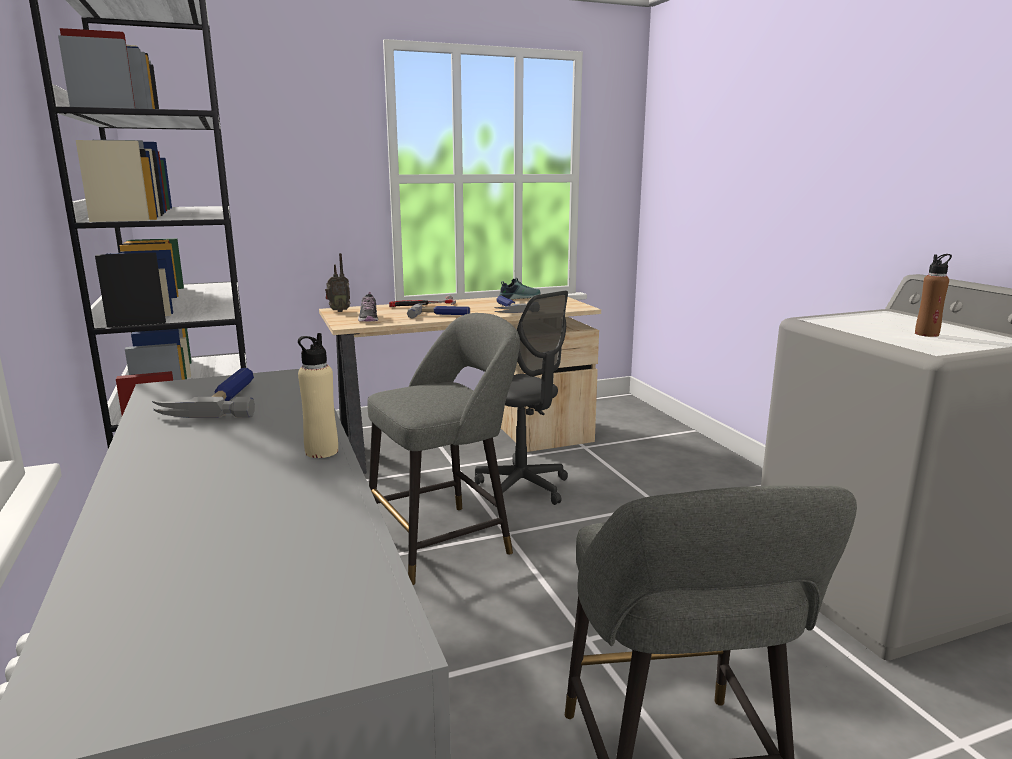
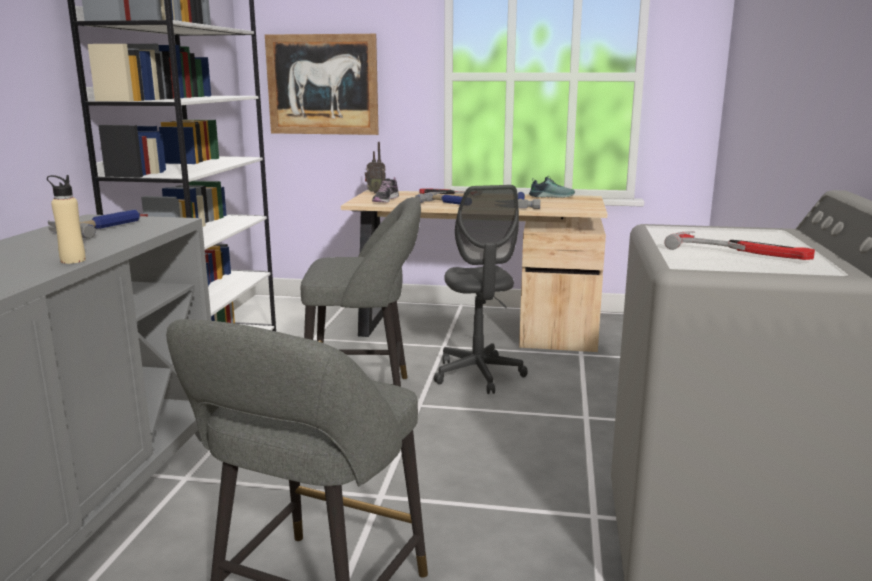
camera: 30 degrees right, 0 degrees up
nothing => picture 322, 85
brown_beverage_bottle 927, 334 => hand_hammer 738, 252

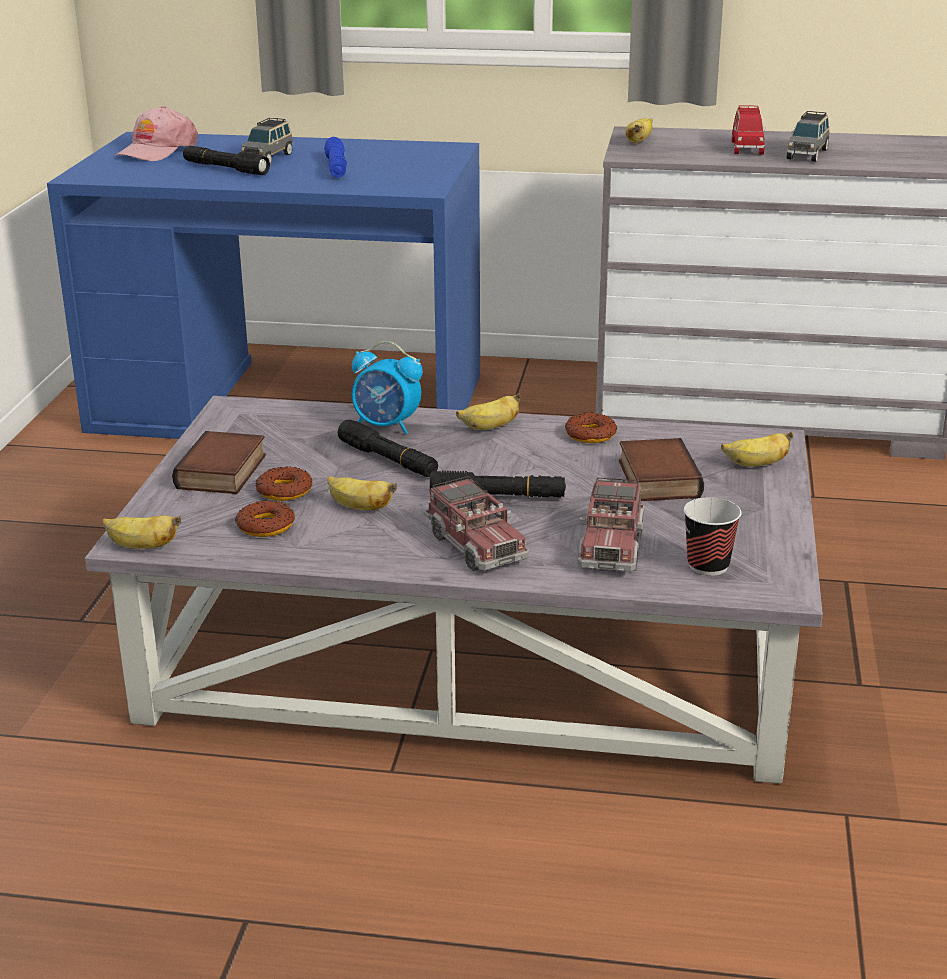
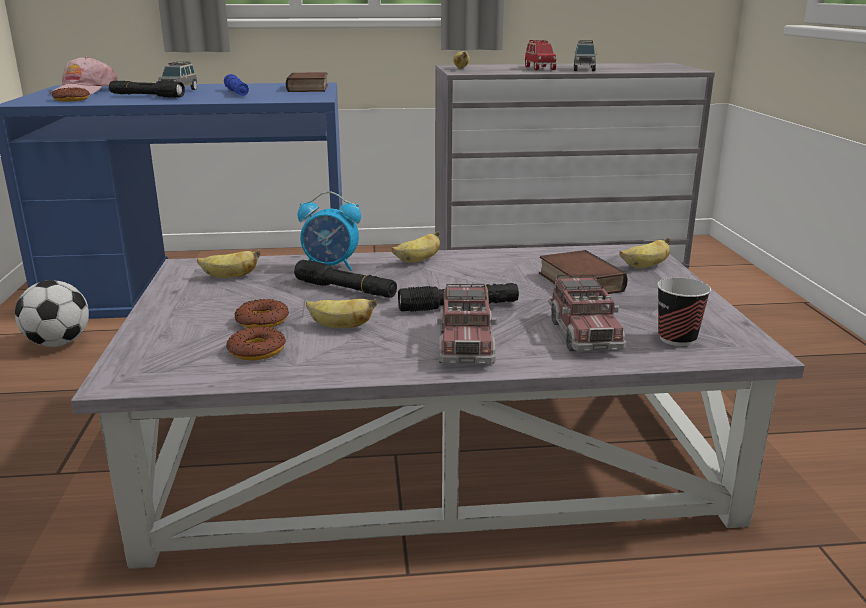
camera: 15 degrees left, 5 degrees down
nothing => football_ball 58, 343
whole_banana 141, 546 => whole_banana 229, 277, move
book 223, 473 => book 309, 88, move
doughnut 590, 435 => doughnut 71, 99, move
model_truck 476, 545 => model_truck 465, 345, 45 degrees clockwise

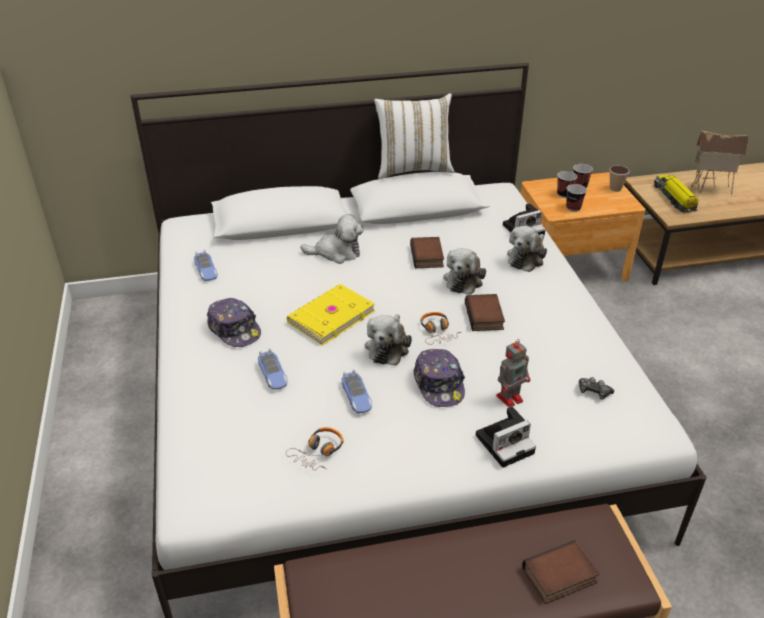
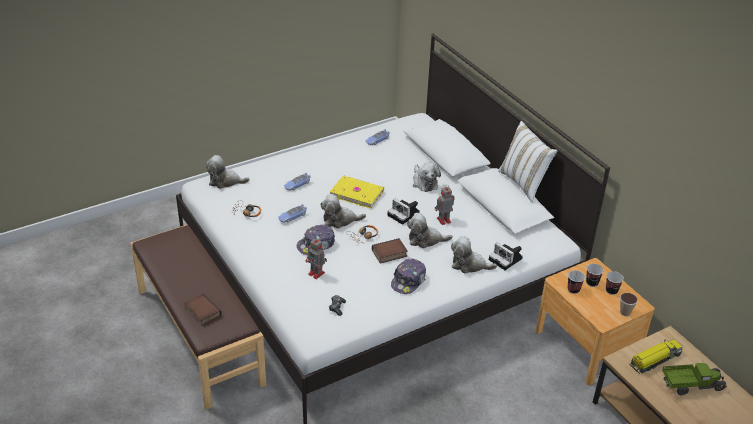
camera: 70 degrees right, 0 degrees up
nothing => plush_toy 225, 181
baseball_cap 234, 329 => baseball_cap 408, 281, move
photo_camera 506, 443 => photo_camera 404, 214, move
book 428, 257 => toy_robot 443, 220
model_house 710, 190 => model_truck 691, 385

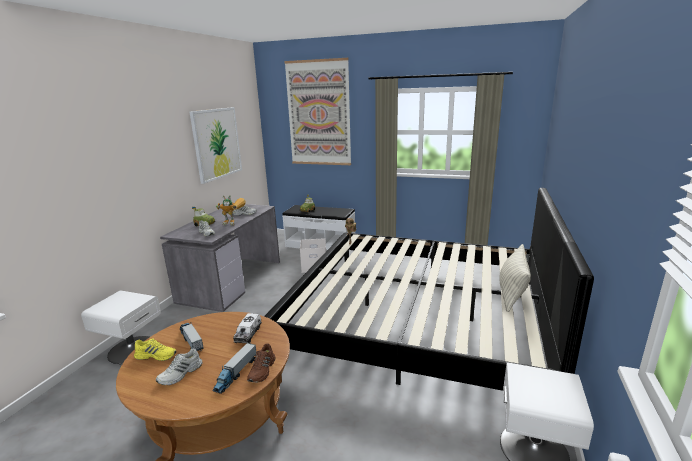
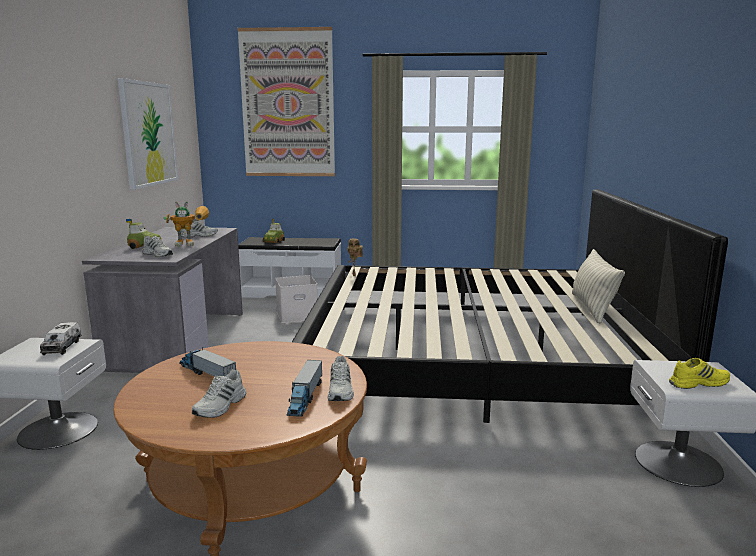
camera: 15 degrees left, 5 degrees down
yellowish_shoe 156, 355 => yellowish_shoe 698, 383, move
model_truck 248, 334 => model_truck 62, 347, move
brown_shoe 262, 370 => white_shoe 341, 391

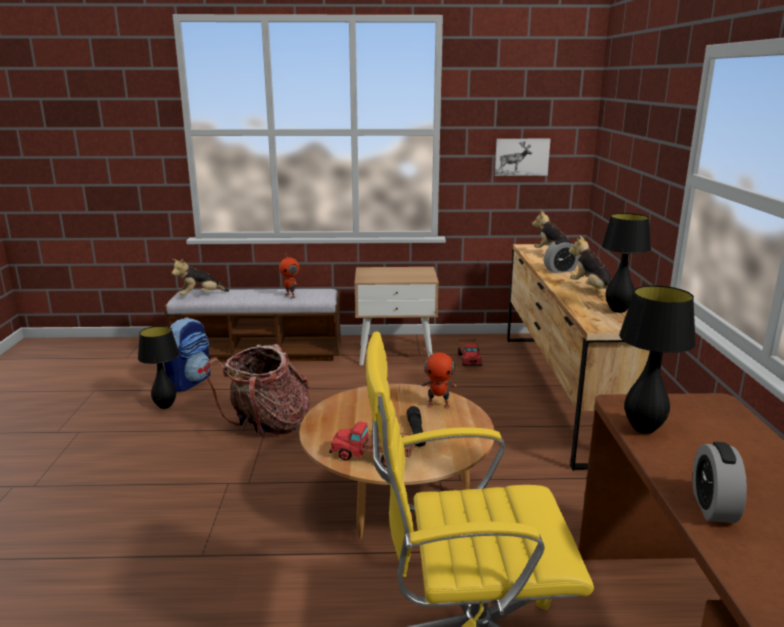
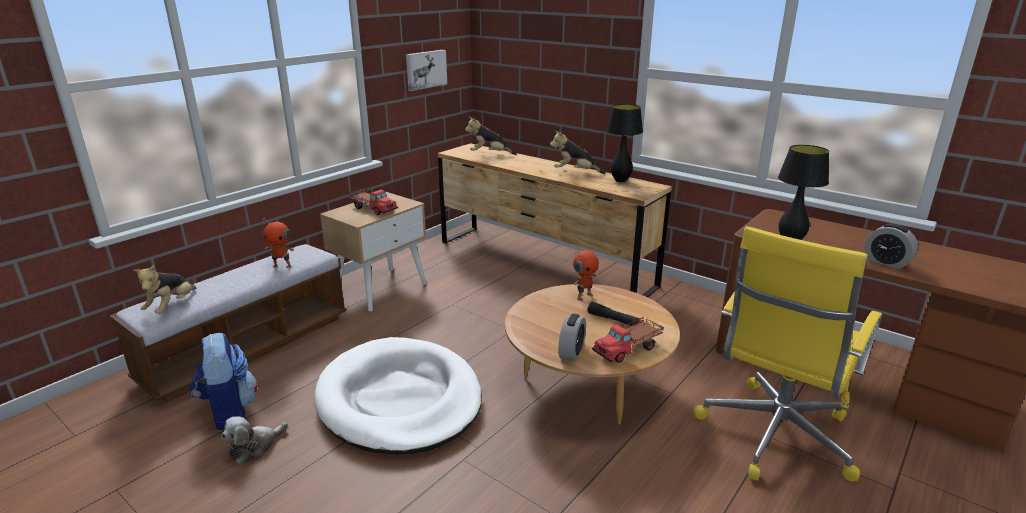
camera: 50 degrees left, 5 degrees up
model_truck 470, 359 => model_truck 373, 208, move
bedside_clock 560, 270 => bedside_clock 571, 352, move
blackish_table_lamp 165, 406 => plush_toy 255, 447
knapsack 267, 427 => white_dog_bed 400, 400

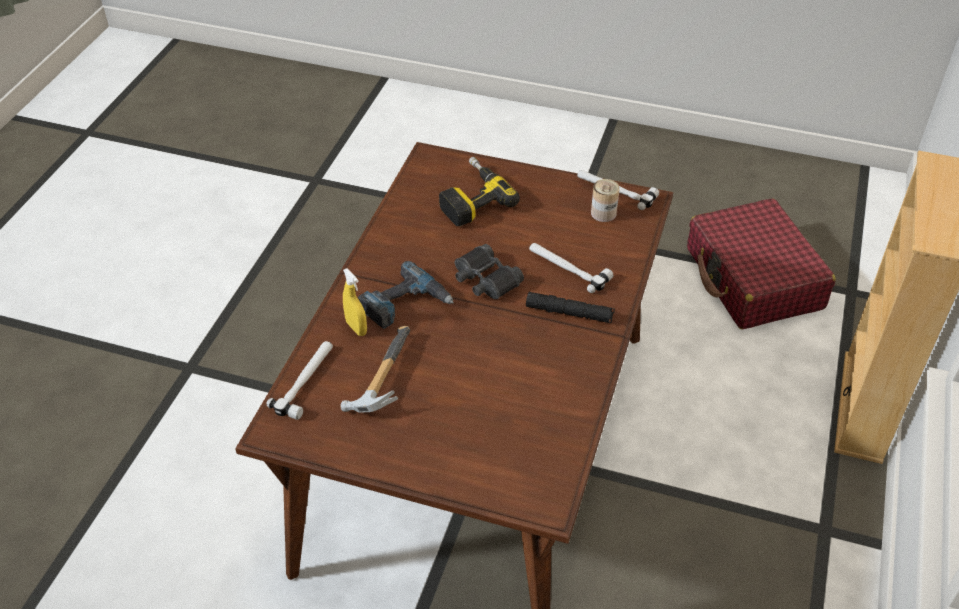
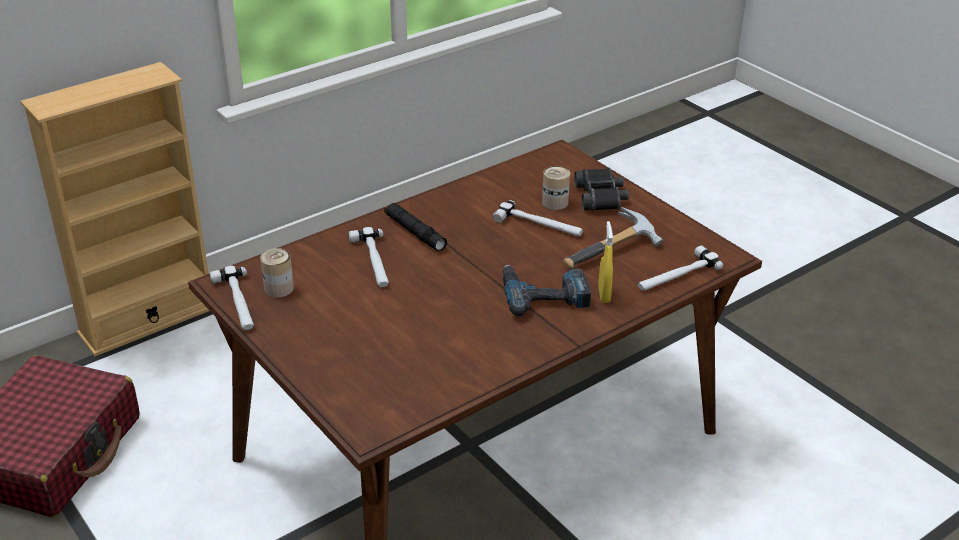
camera: 145 degrees left, 10 degrees down
drill 470, 198 => nothing
nothing => hand_hammer 539, 225
nothing => metal_can 555, 202
blackish_field_glasses 485, 280 => blackish_field_glasses 601, 197, move

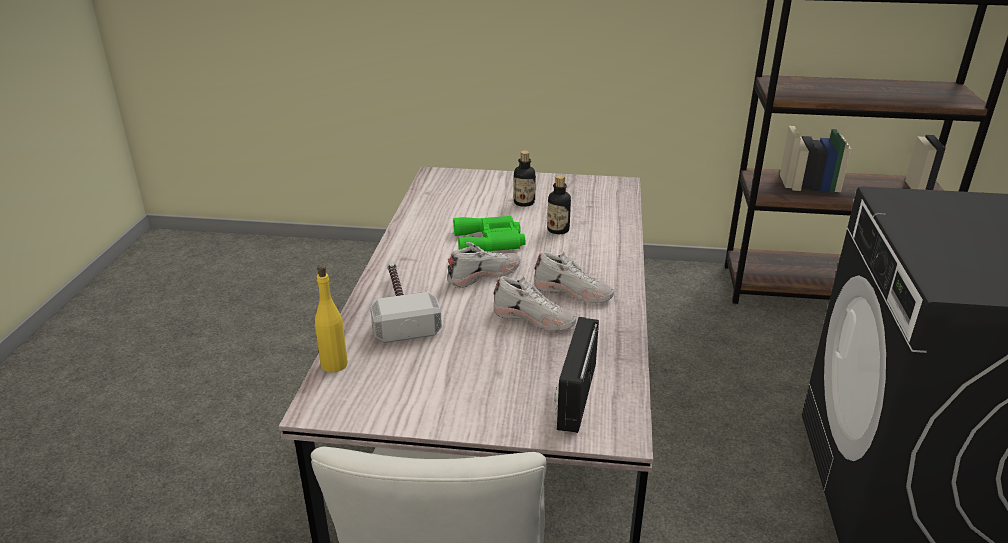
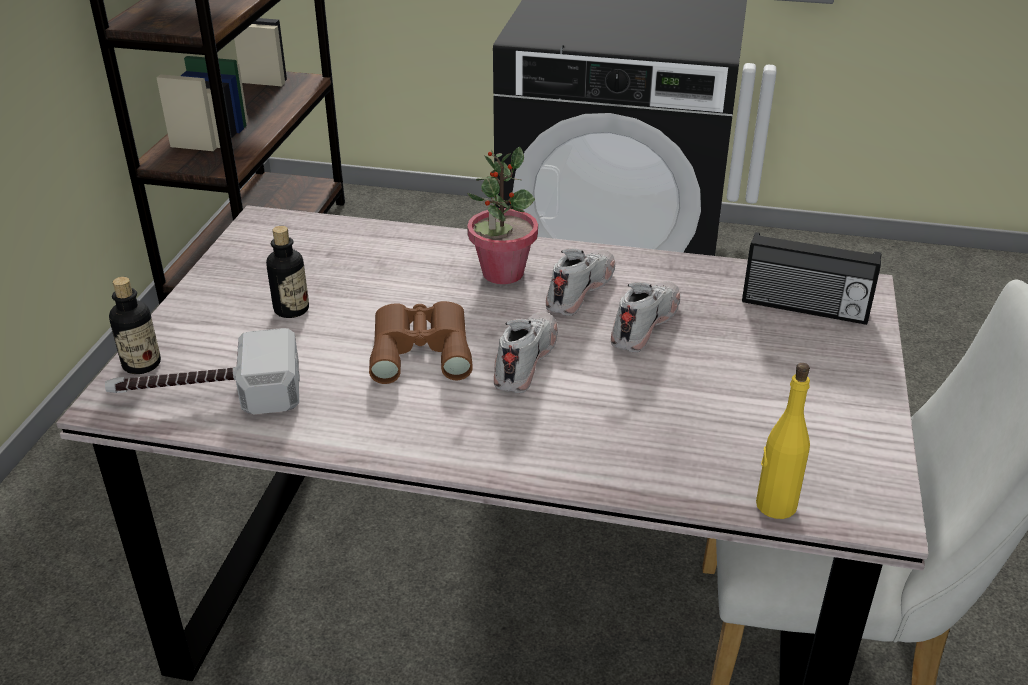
camera: 85 degrees left, 5 degrees up
nothing => plant_in_a_pot 502, 273
hand_hammer 400, 307 => hand_hammer 207, 395, move
beverage_bottle 558, 230 => beverage_bottle 141, 364, move
greenish_field_glasses 491, 242 => brown_field_glasses 421, 348
white_shoe 483, 274 => white_shoe 524, 359, 45 degrees clockwise

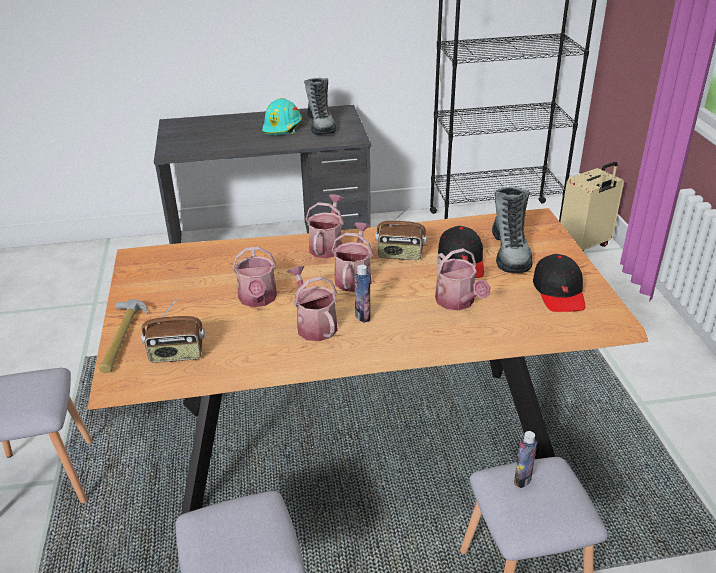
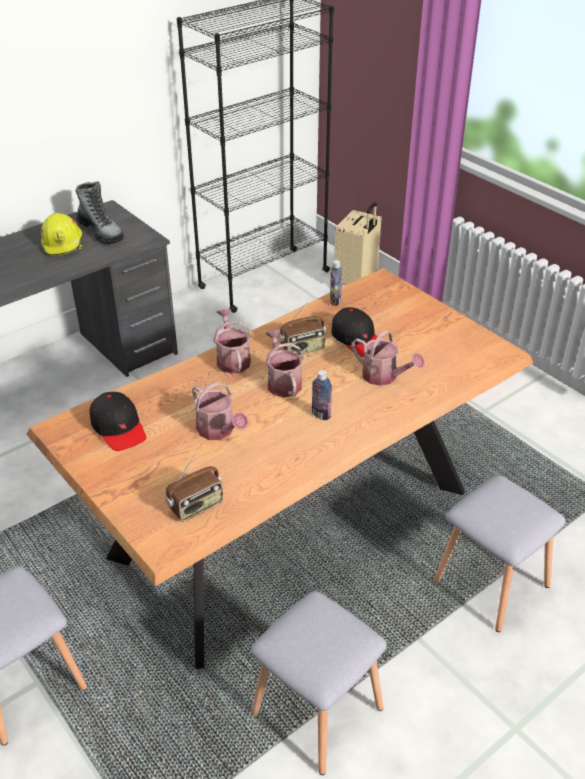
camera: 30 degrees left, 5 degrees up
hand_hammer 121, 338 => nothing
watering_pot 314, 324 => nothing
boot 510, 253 => nothing
beverage_bottle 522, 479 => beverage_bottle 335, 301, move
blackish_baseball_cap 559, 292 => blackish_baseball_cap 119, 428, move
blue-green_safety_helmet 283, 128 => yellowish_safety_helmet 63, 244

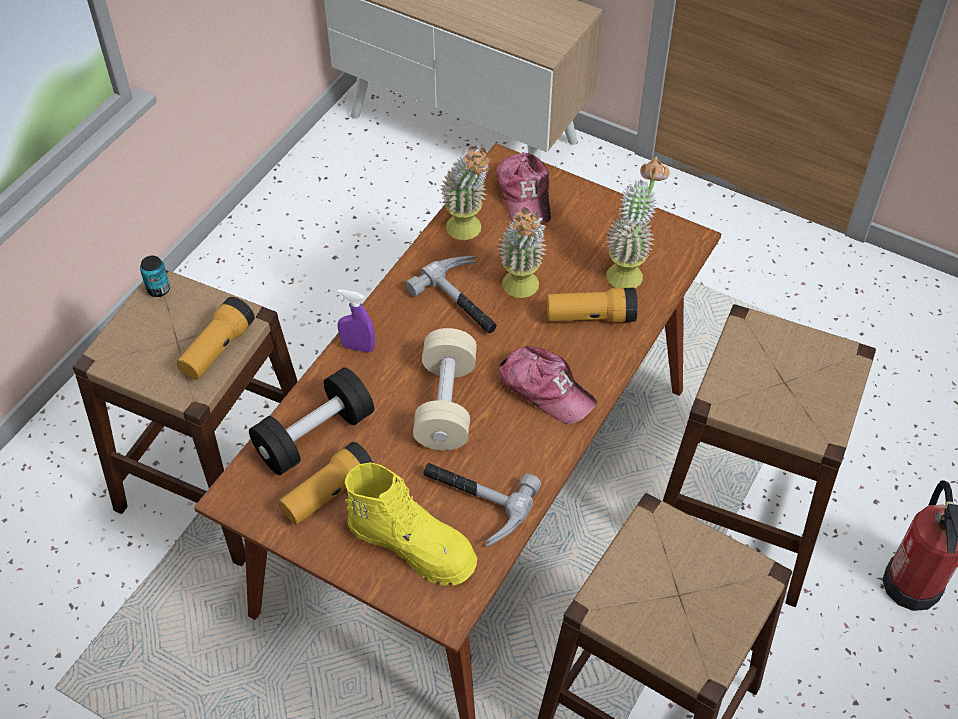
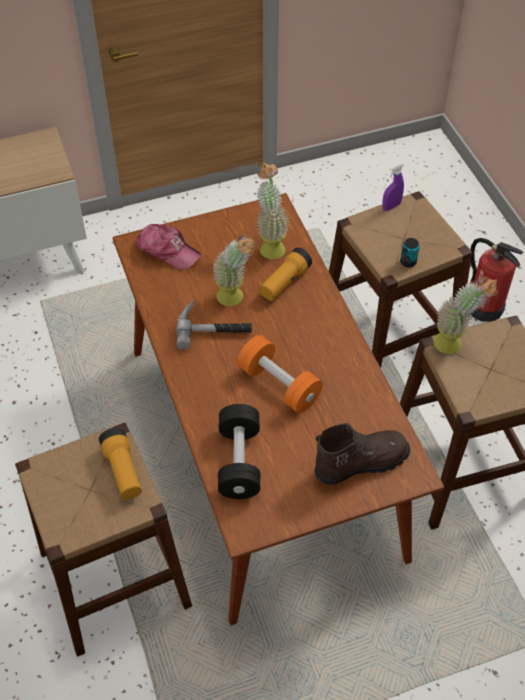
camera: 50 degrees left, 0 degrees up
flashlight 328, 494 => nothing
hand_hammer 473, 502 => nothing
baseball_cap 545, 389 => nothing
metal_can 158, 289 => metal_can 408, 262, move
purple-coloured_sprayer 358, 347 => purple-coloured_sprayer 391, 206, move
plant_in_a_pot 468, 233 => plant_in_a_pot 455, 344, move
yellowish_boot 413, 545 => brown_boot 360, 462
beige-coloured_free_weight 446, 404 => orange_free_weight 279, 385

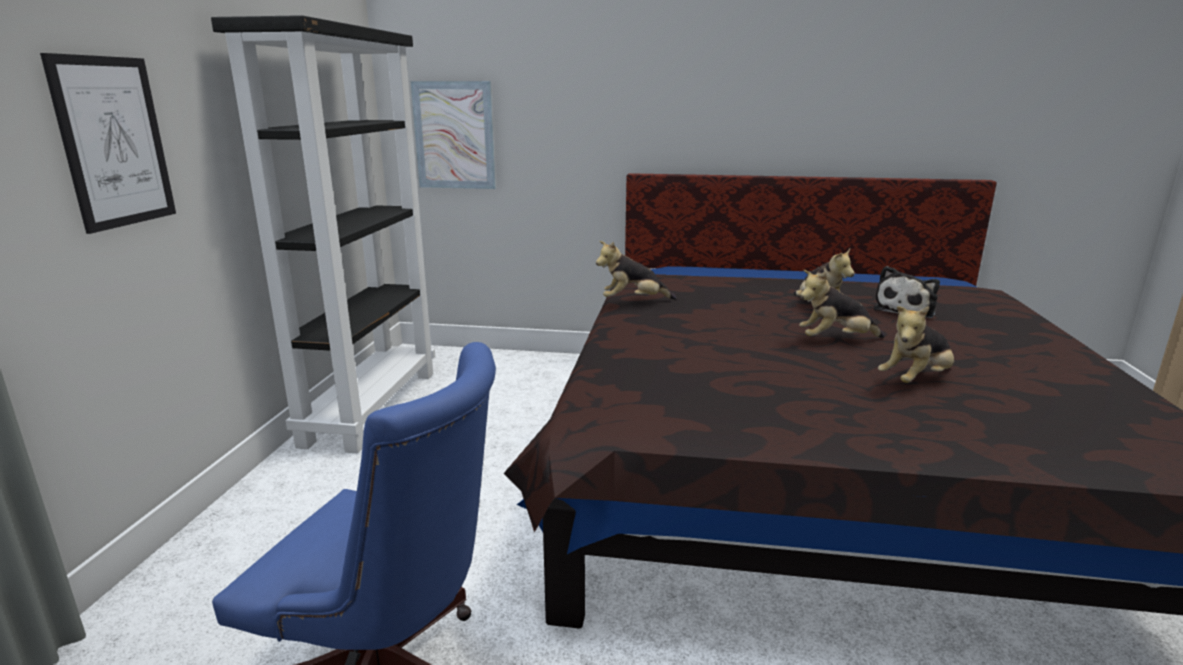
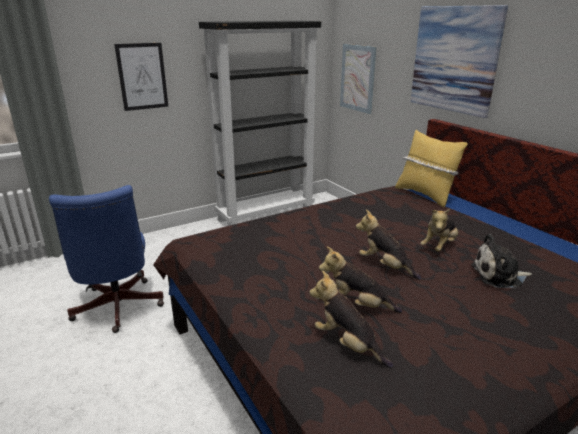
camera: 50 degrees right, 5 degrees up
nothing => yellowish_cushion 425, 195
nothing => picture 454, 59
plush_toy 633, 301 => plush_toy 347, 344, move

